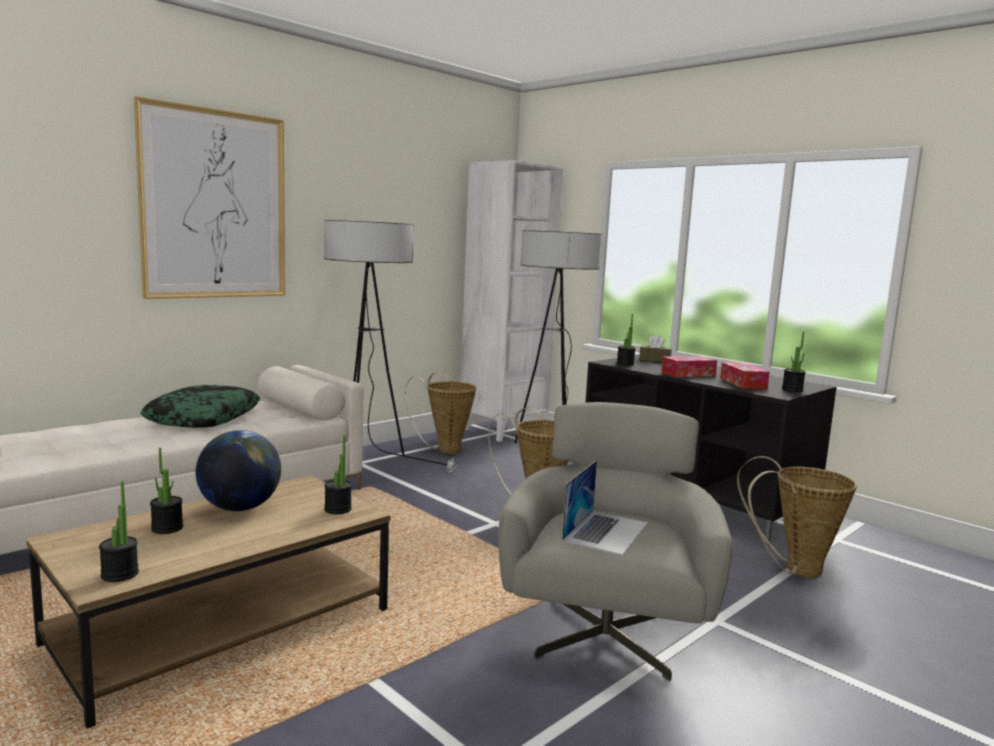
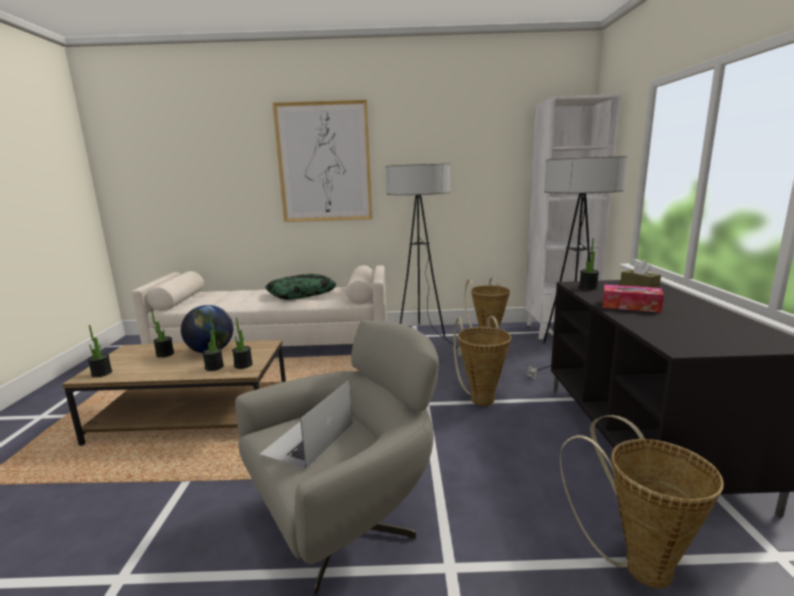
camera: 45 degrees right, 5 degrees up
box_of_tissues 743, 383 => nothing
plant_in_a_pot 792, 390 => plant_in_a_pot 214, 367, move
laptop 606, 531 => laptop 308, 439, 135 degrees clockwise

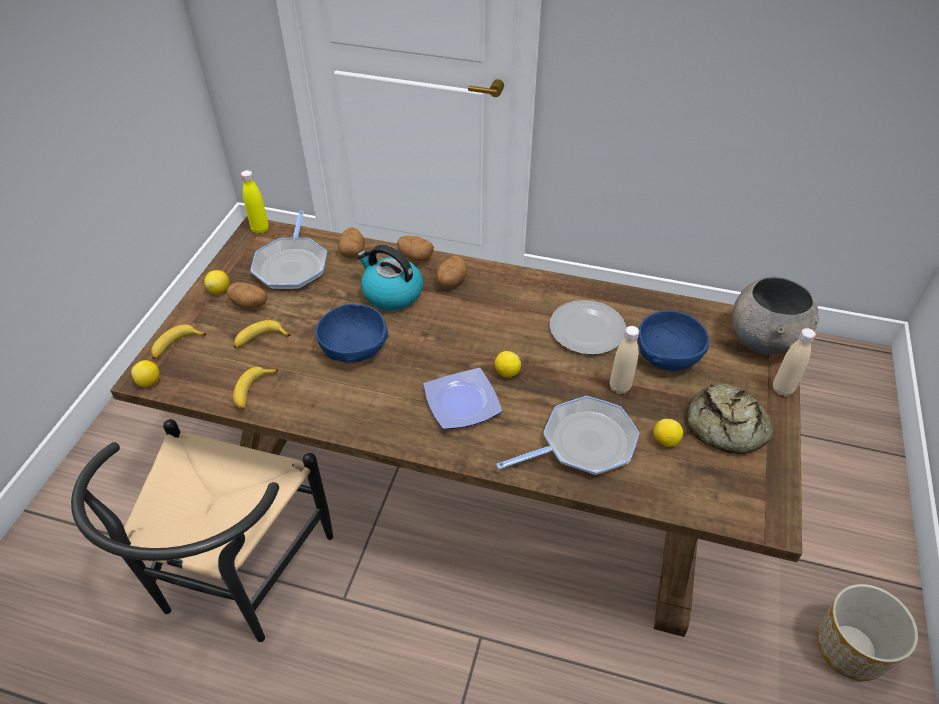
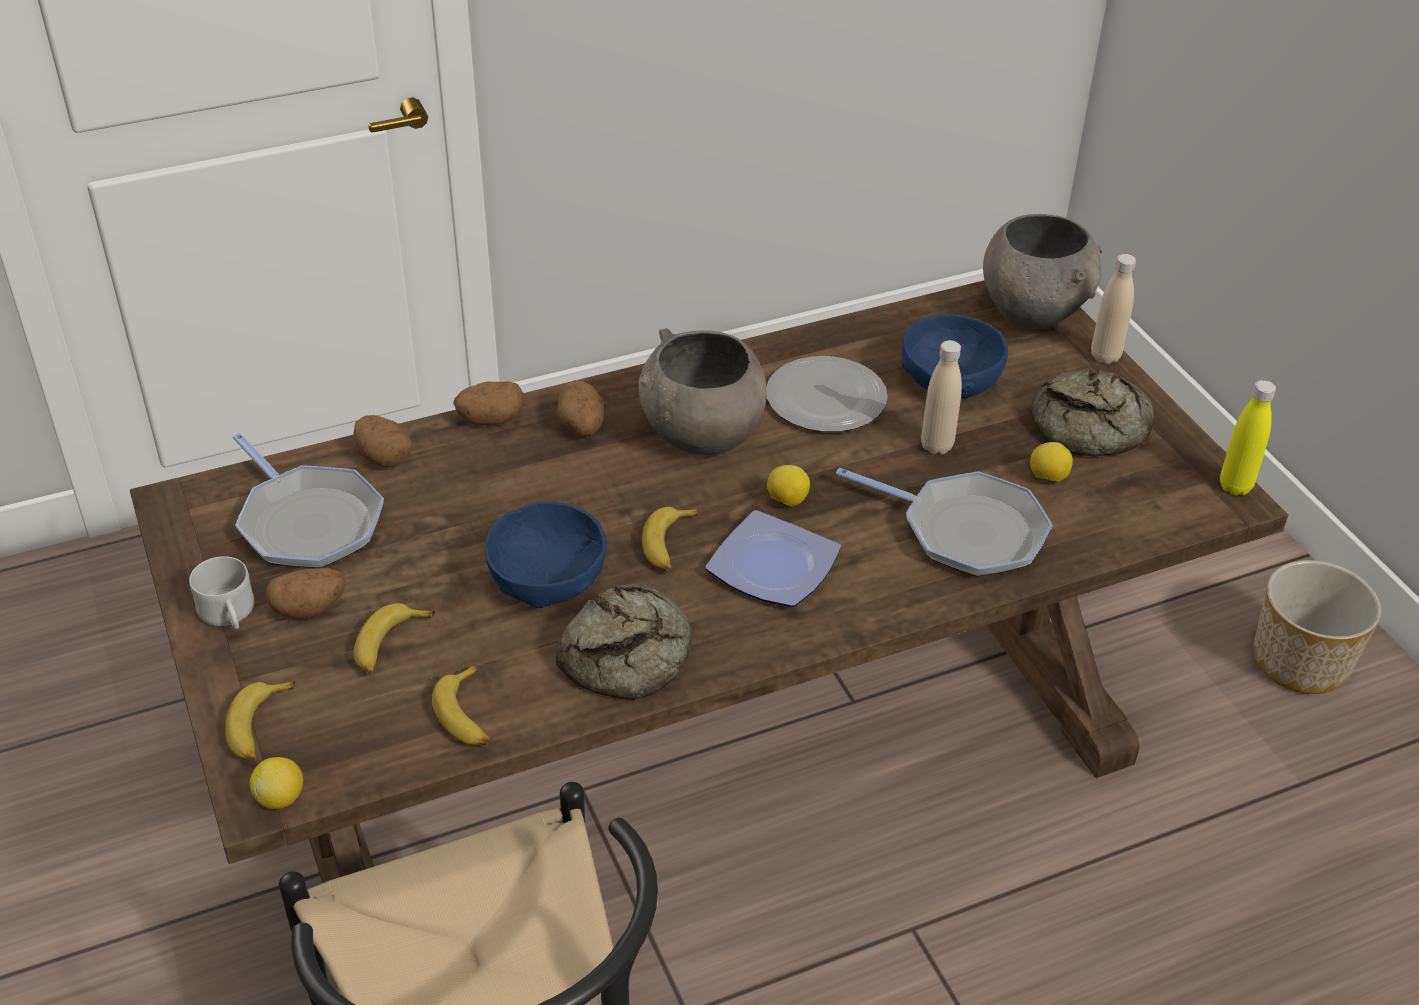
camera: 40 degrees left, 5 degrees down
kettle 391, 293 => nothing
nothing => bread 630, 653
nothing => grey_serving_bowl 701, 436
nothing => whole_banana 669, 546
yellowish_beverage_bottle 260, 229 => yellowish_beverage_bottle 1235, 486, move
citrus_fruit 220, 290 => white_tea_mug 229, 615
frying_pan 583, 443 => frying_pan 965, 531, 90 degrees clockwise

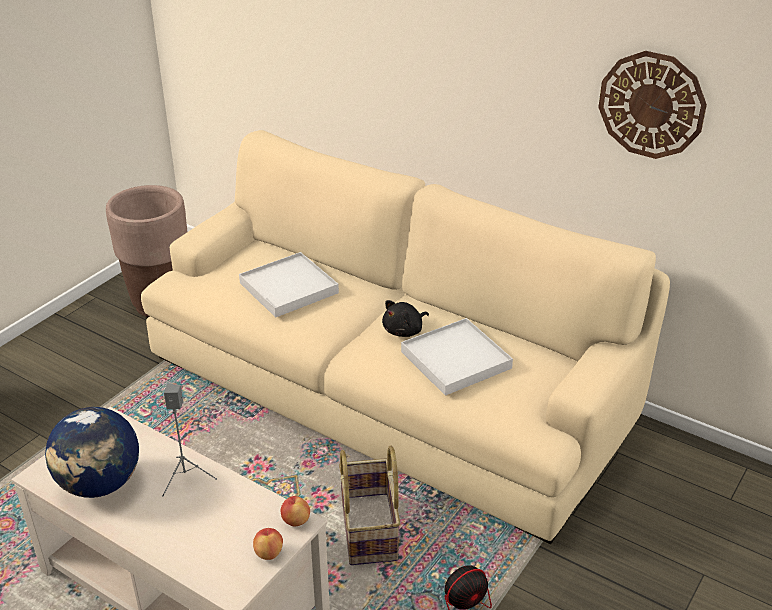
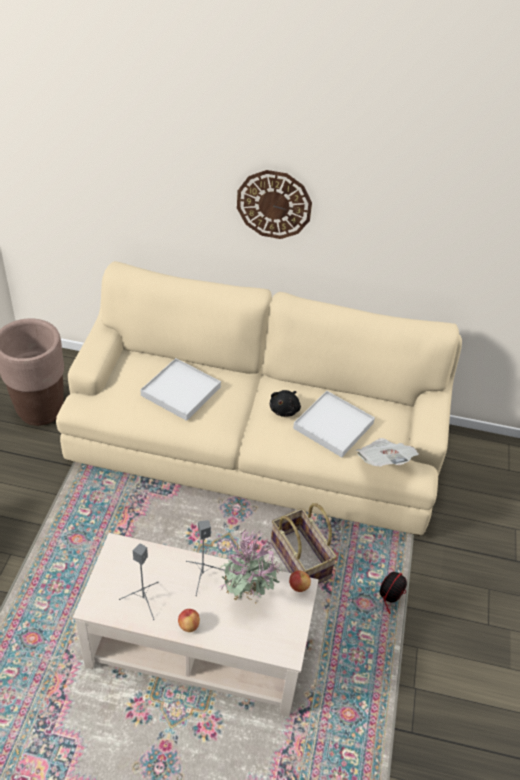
camera: 25 degrees left, 10 degrees up
nothing => plant_in_a_pot 248, 598
nothing => newspaper 383, 462
whole_apple 268, 553 => whole_apple 189, 625, move
clock_on_the_wall 651, 105 => clock_on_the_wall 274, 204, move
desk_globe 100, 484 => grey_audio_speaker 144, 600

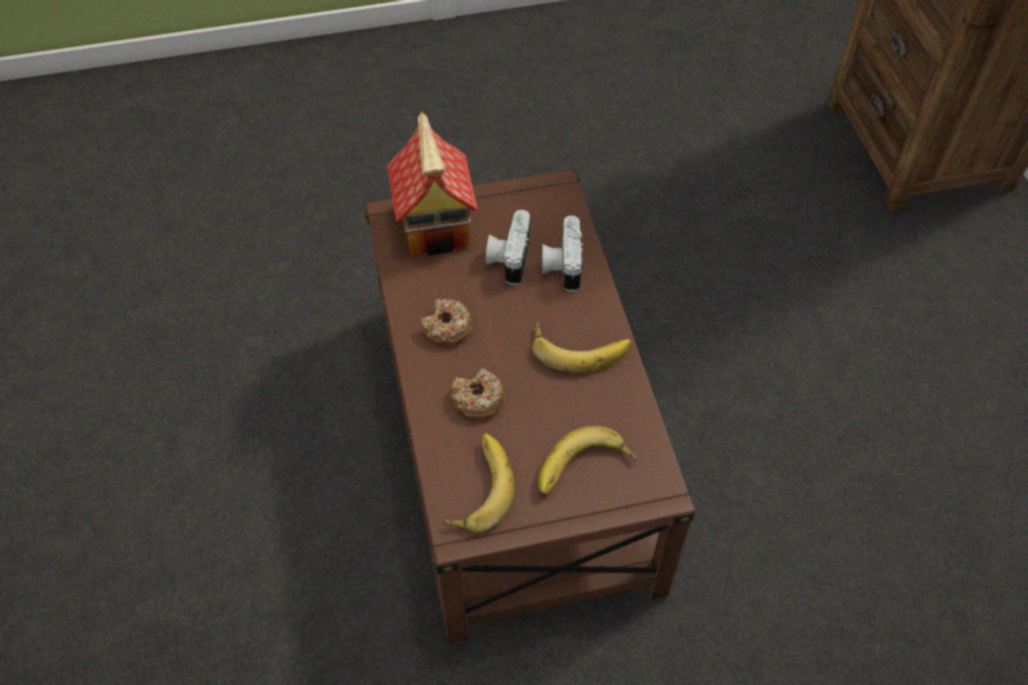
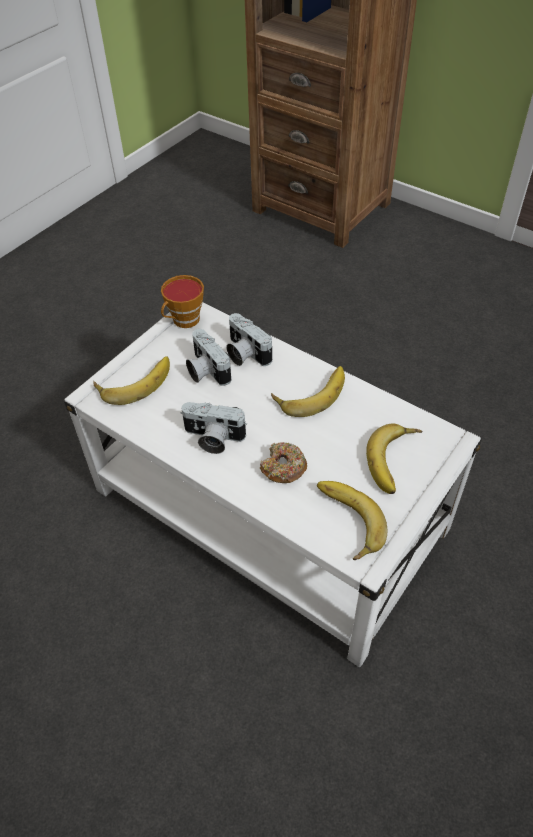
camera: 40 degrees left, 5 degrees down
nothing => small_cup 184, 321
model_house 436, 226 => whole_banana 134, 381
doughnut 447, 327 => photo_camera 212, 438
brown_coffee_table 514, 442 => white_coffee_table 269, 510

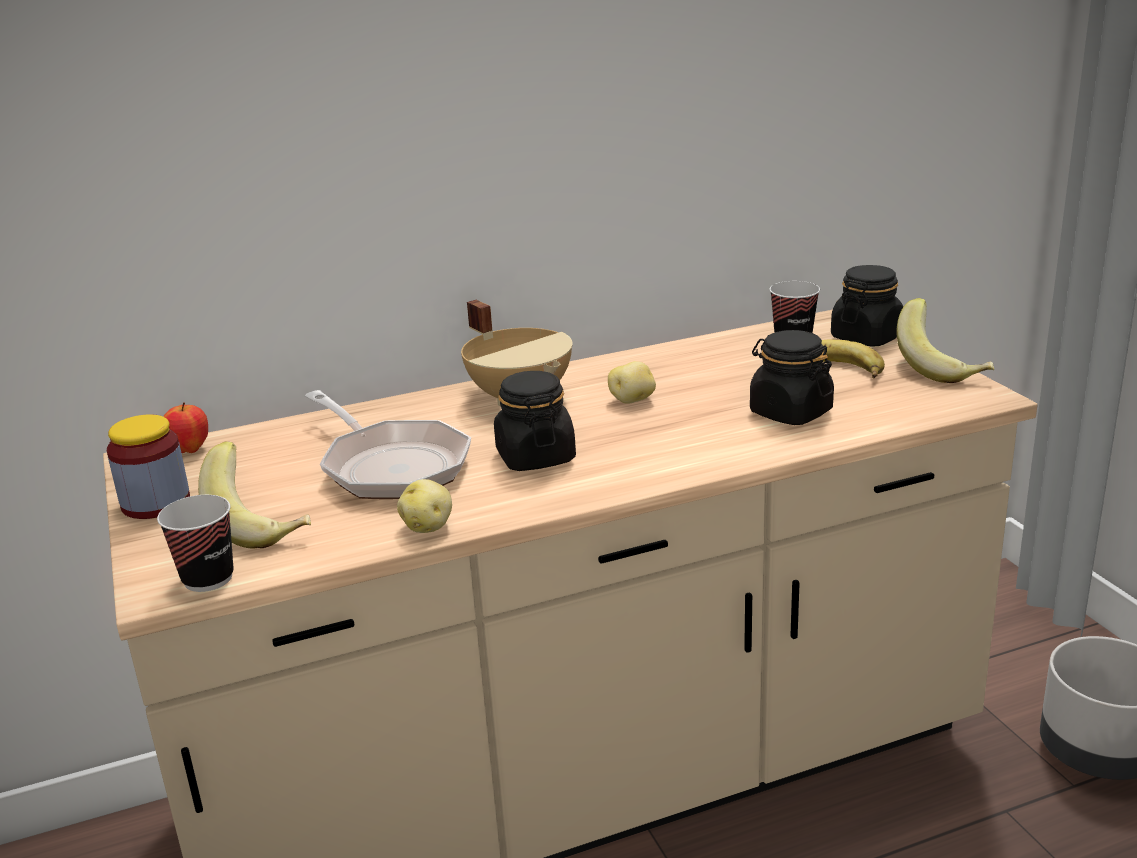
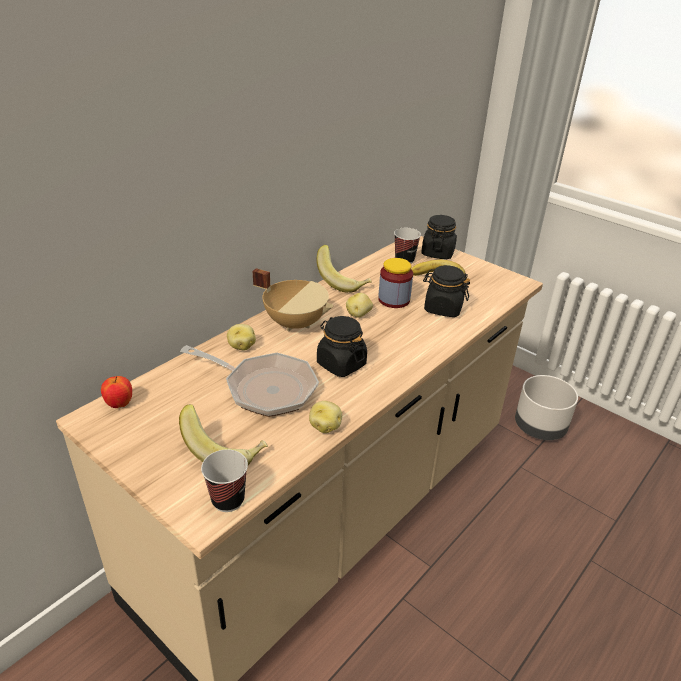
camera: 30 degrees left, 10 degrees up
nothing => whole_potato 241, 346
storage_jar 156, 503 => storage_jar 394, 300, move
whole_banana 943, 368 => whole_banana 343, 282, move

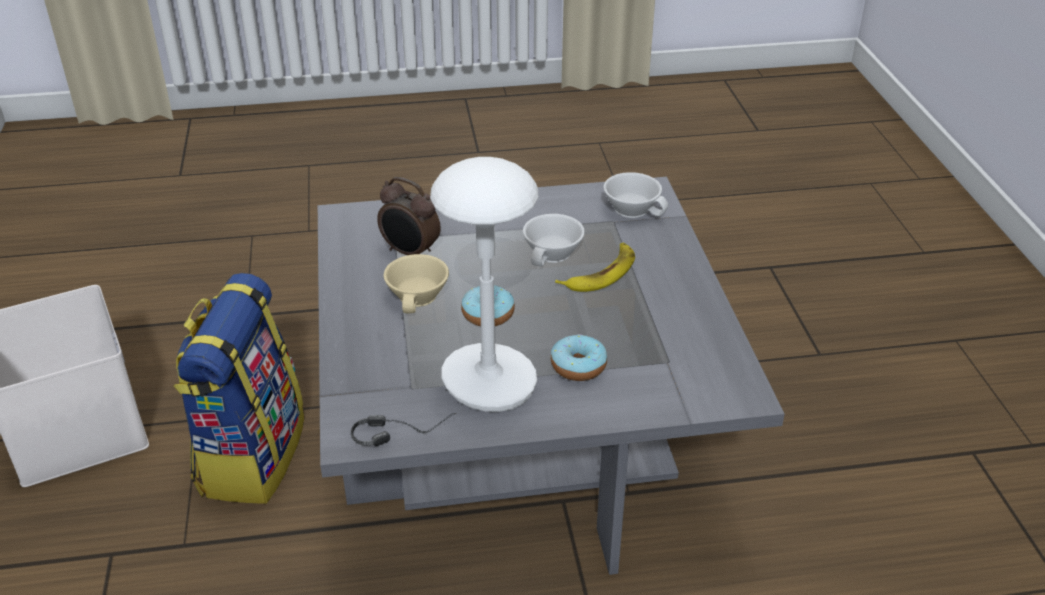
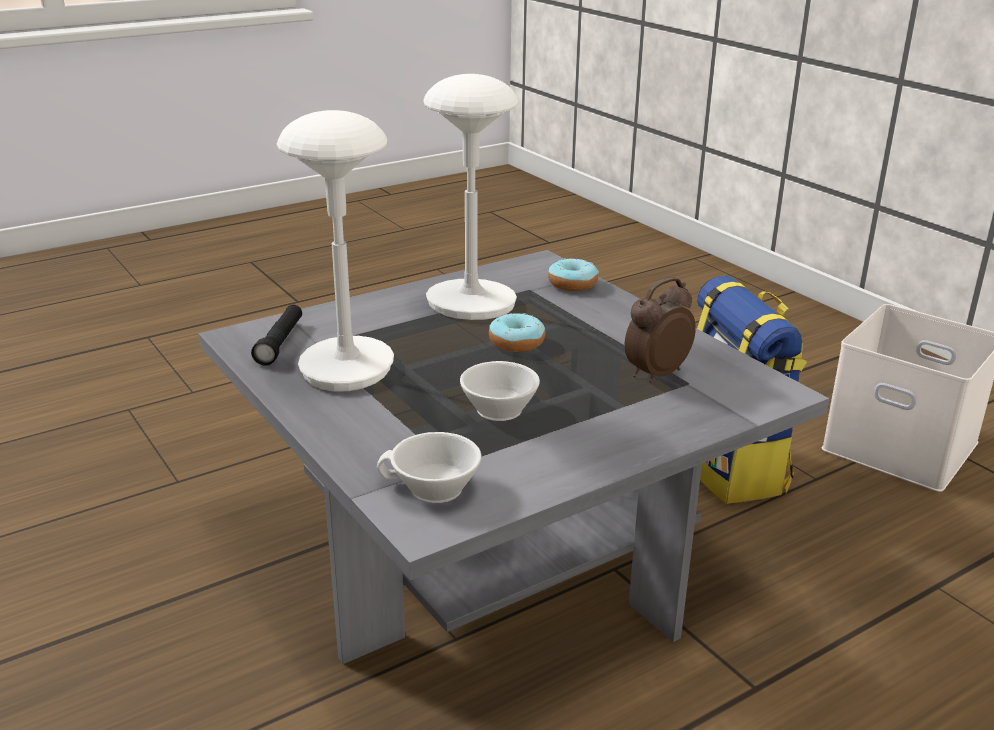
camera: 155 degrees right, 10 degrees down
pair_of_headphones 403, 431 => nothing
beige-coloured_small_cup 420, 297 => nothing
whole_banana 601, 273 => nothing
nothing => blackish_flashlight 280, 343
nothing => white_table_lamp 346, 367
doughnut 578, 366 => doughnut 572, 284, move
bedside_clock 410, 253 => bedside_clock 655, 374, 45 degrees counterclockwise

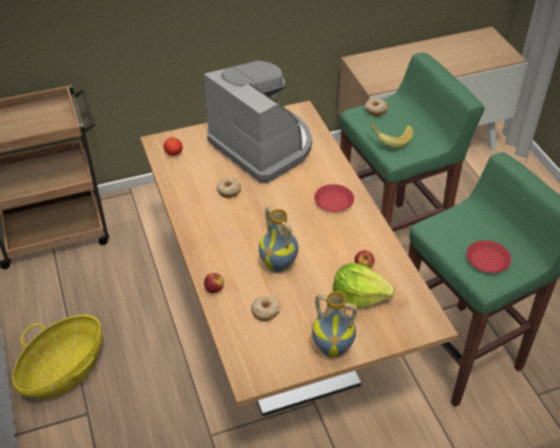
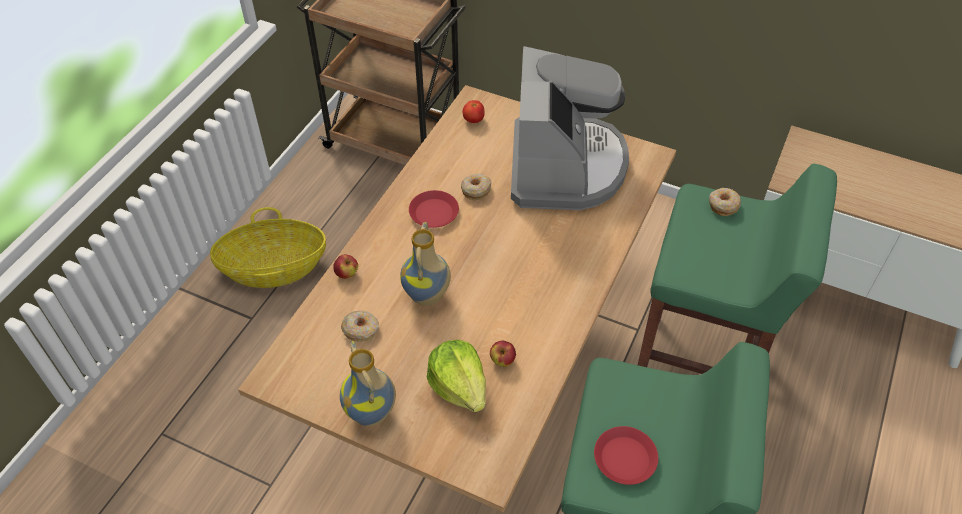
camera: 45 degrees right, 5 degrees up
whole_banana 389, 139 => nothing
red-coloured_plate 334, 201 => red-coloured_plate 433, 213, move

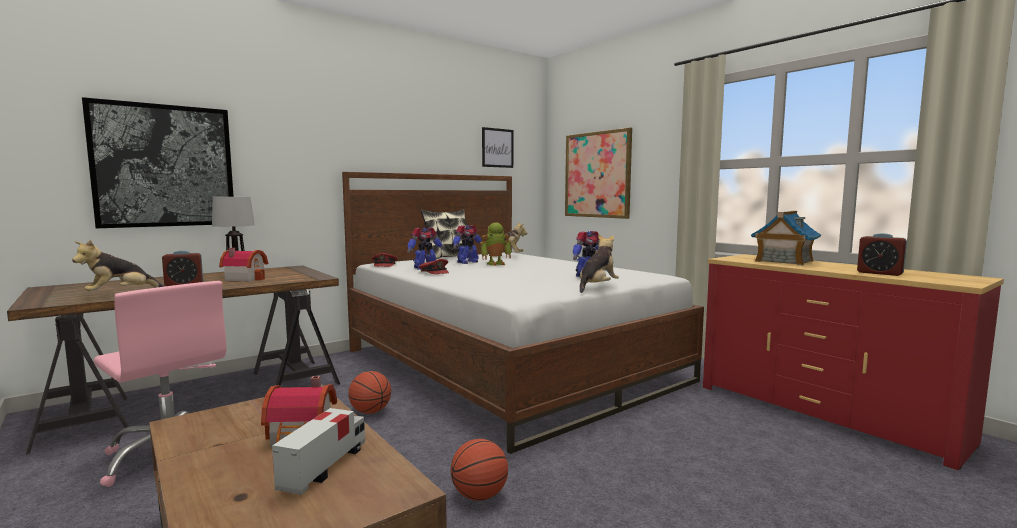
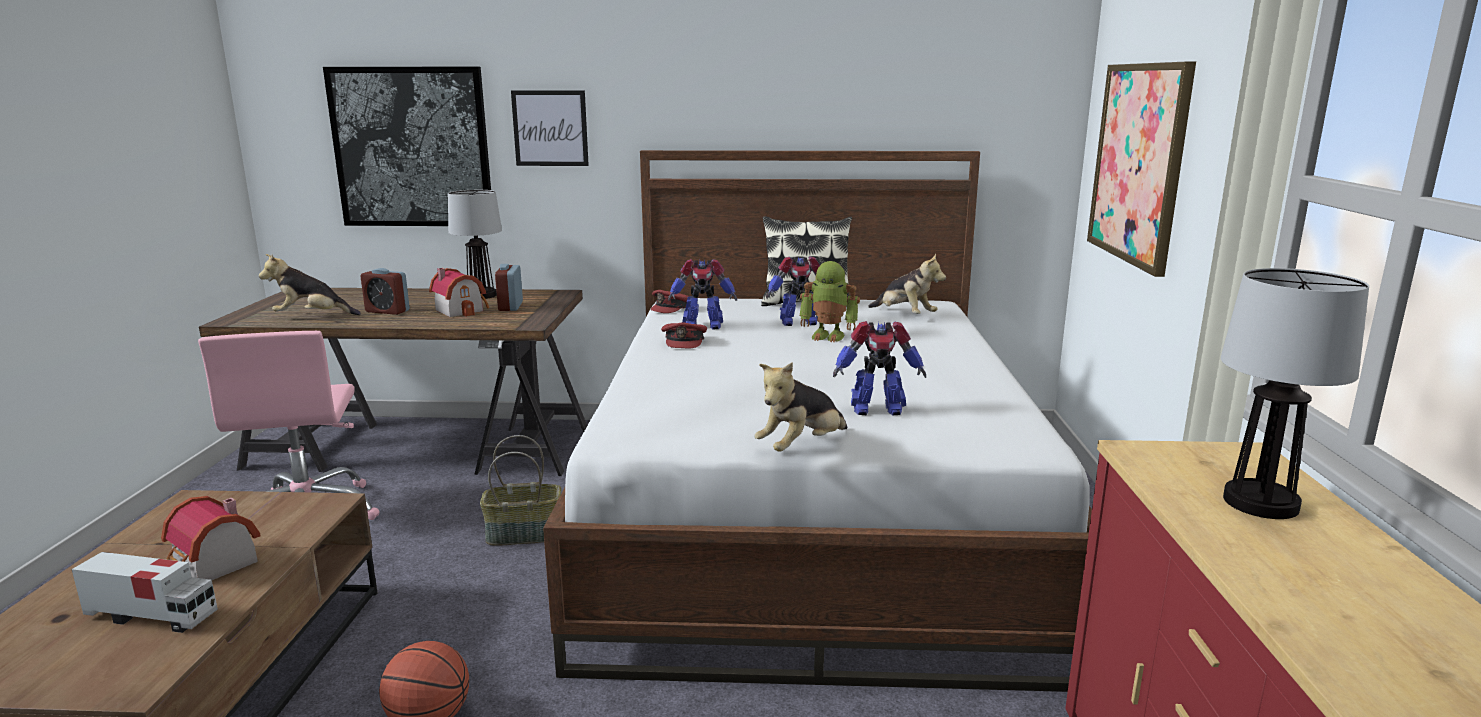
camera: 40 degrees right, 10 degrees up
picture 497, 148 => picture 550, 128, move
bedside_clock 879, 273 => bedside_clock 510, 306, move
ball_for_basketball 370, 412 => storage_basket 525, 534
model_house 783, 261 => table_lamp 1258, 503
model_truck 324, 467 => model_truck 153, 616, 45 degrees clockwise
plush_toy 597, 287 => plush_toy 801, 447, 150 degrees clockwise

